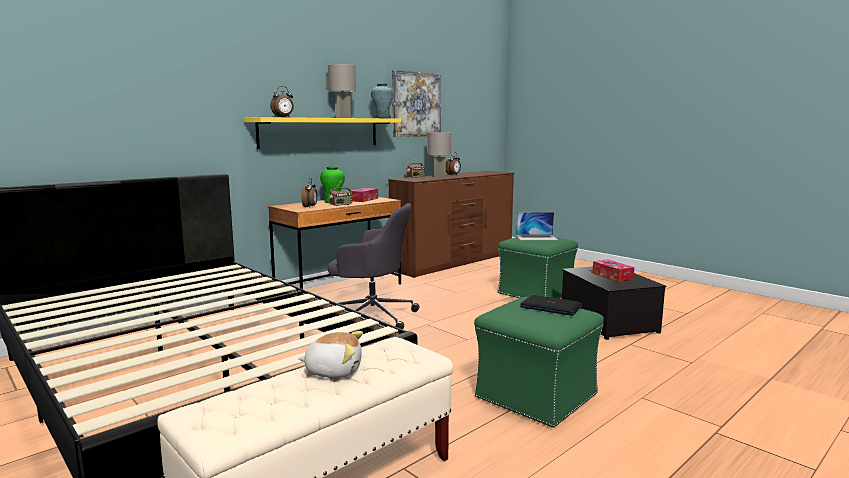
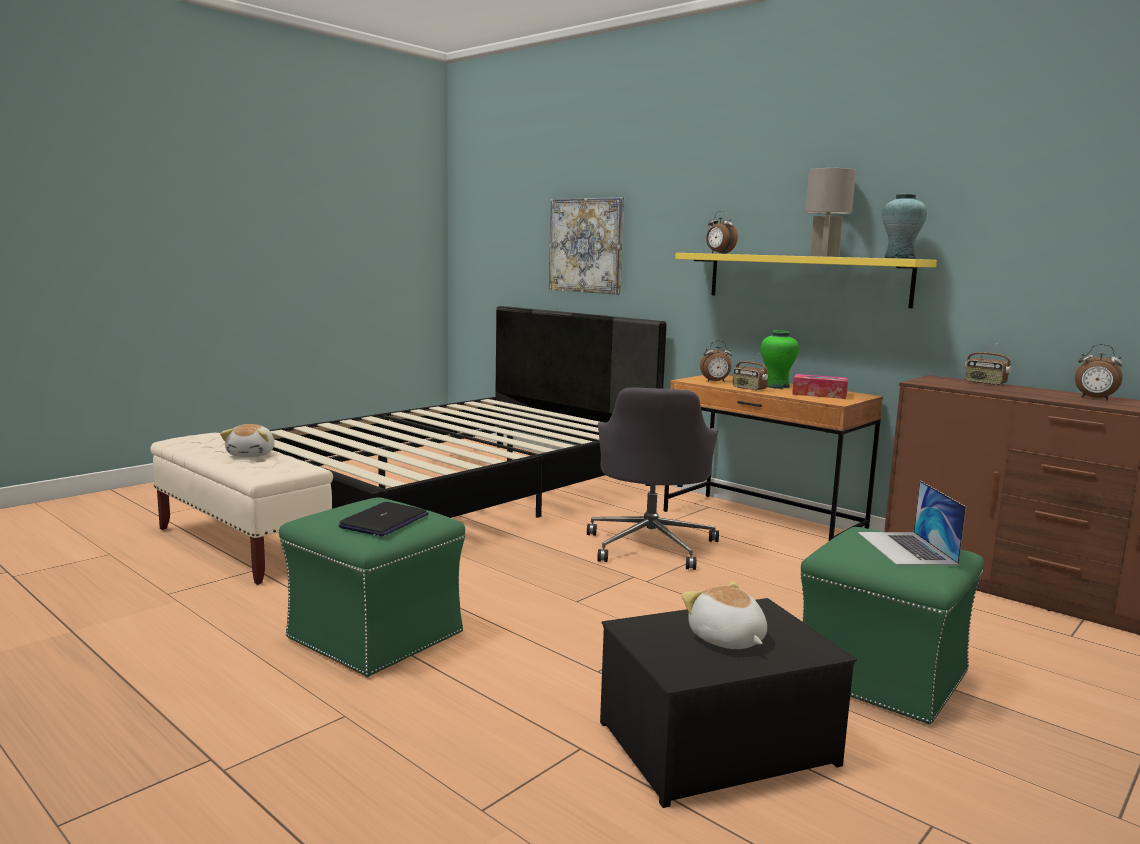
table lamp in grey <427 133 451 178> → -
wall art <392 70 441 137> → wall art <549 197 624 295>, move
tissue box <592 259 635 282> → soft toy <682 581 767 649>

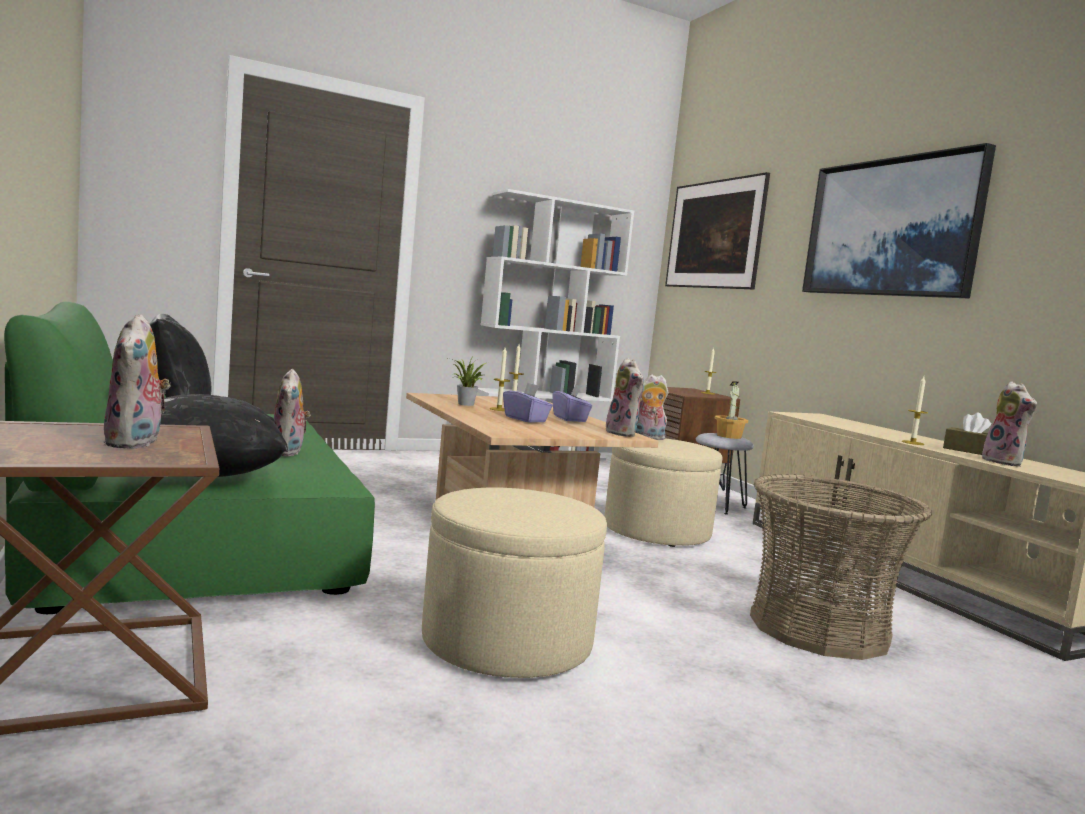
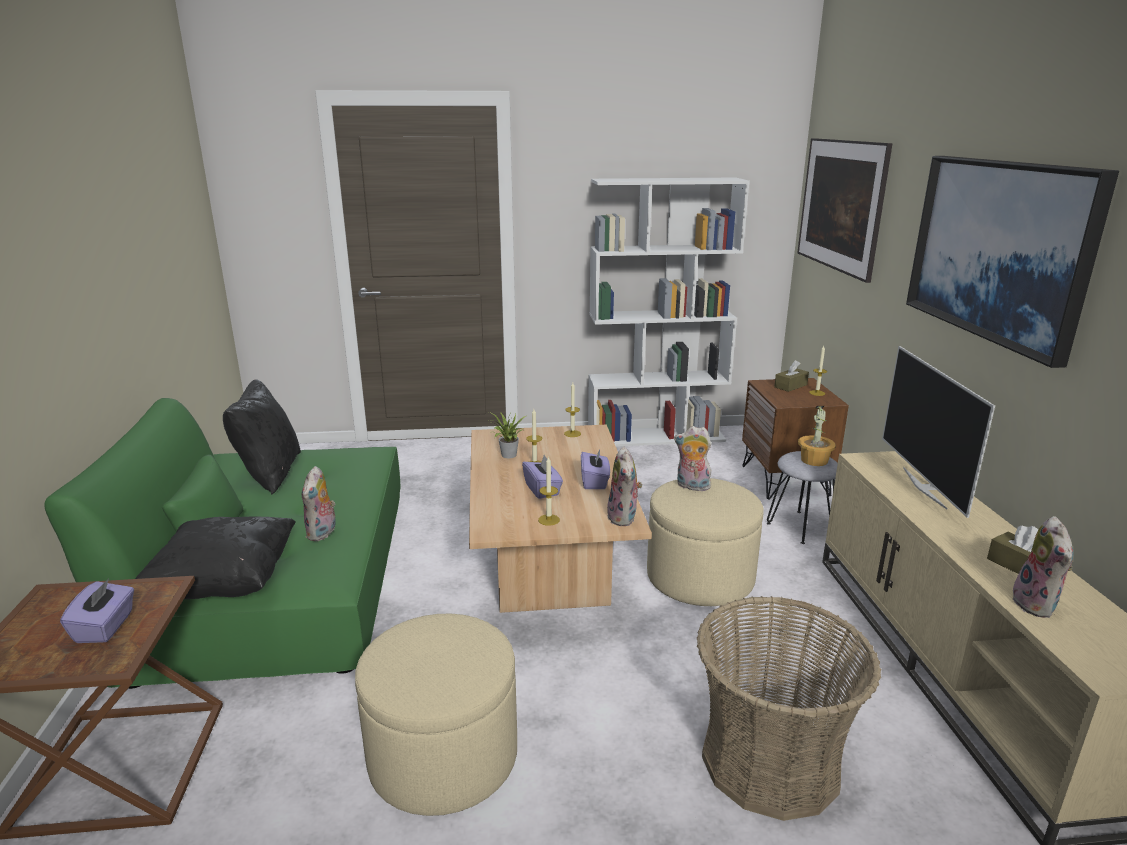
- → tissue box in brownish <774 360 809 392>
- → television <882 346 995 518>
wax light <902 376 928 445> → wax light <538 456 560 526>, move
soft toy <103 314 171 449> → tissue box in purple-coloured <60 578 134 643>

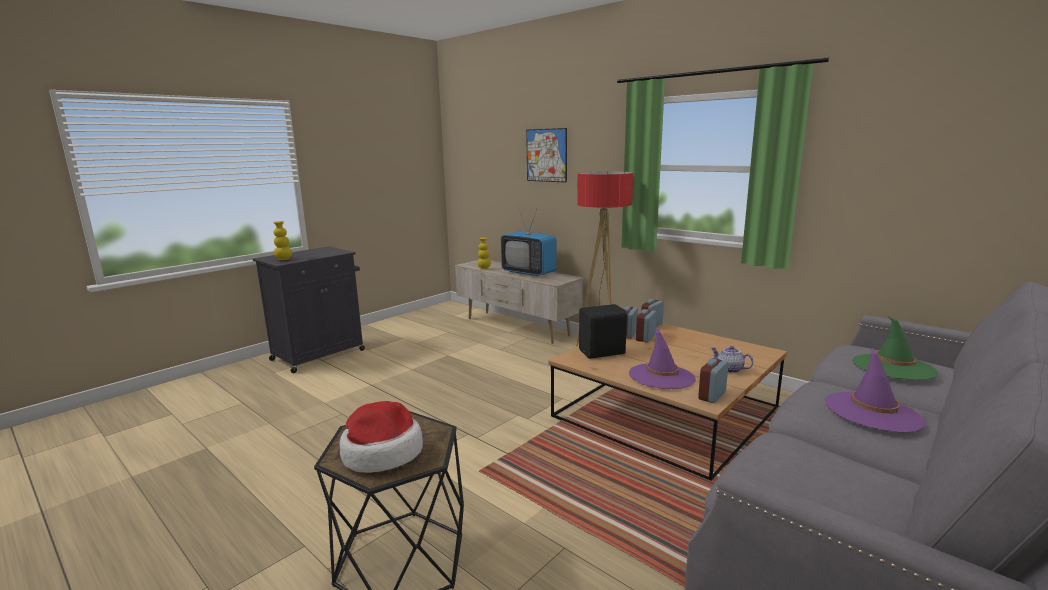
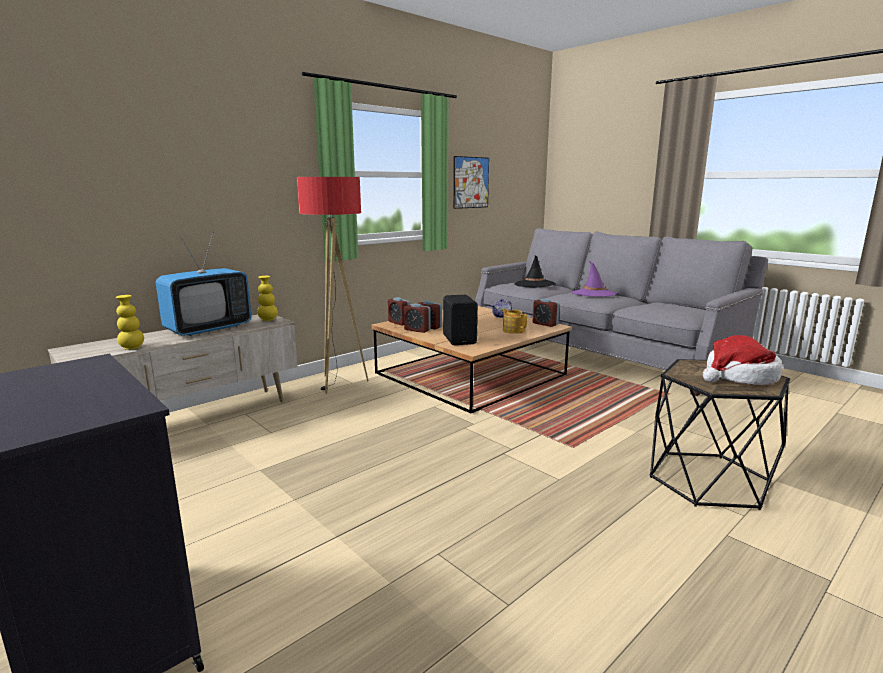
decorative vase in yellow <273 221 292 260> → decorative vase in yellow <257 276 278 321>, move
wall art <526 128 567 182> → wall art <453 156 489 209>, move
wearable hat in purple-coloured <629 328 696 389> → pot for tea <501 309 527 334>
wearable hat in green-coloured <852 316 938 380> → wearable hat in black-coloured <514 256 555 287>

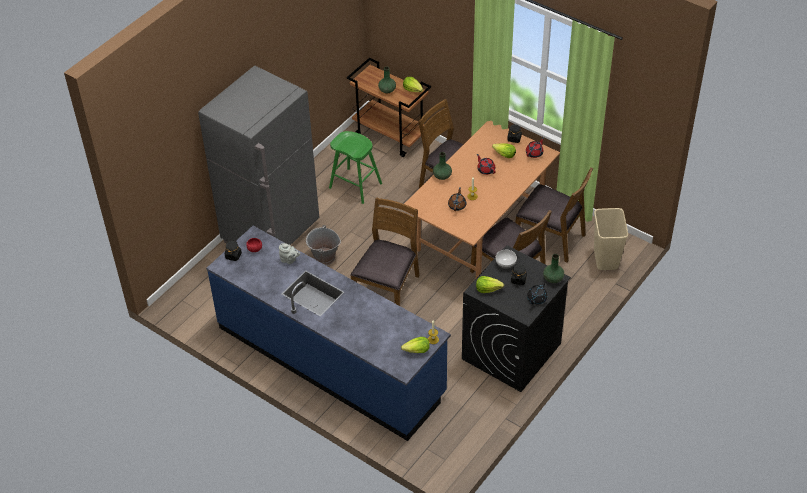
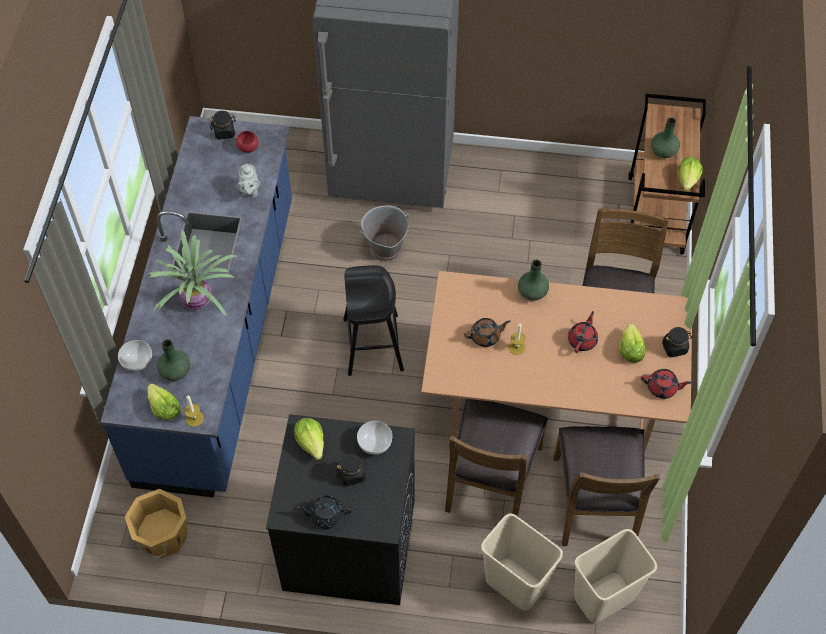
stool seat in green-coloured <329 131 382 204> → -
- → deep dish <118 340 152 372>
- → pail in orangey <125 489 187 559>
- → houseplant <148 230 236 317>
- → waste bin in sand-coloured <481 513 563 611>
decorative vase in green-coloured <543 254 564 283> → decorative vase in green-coloured <157 339 190 381>, move
plain chair in brownish <350 197 419 306> → stool seat in black-coloured <343 265 404 376>

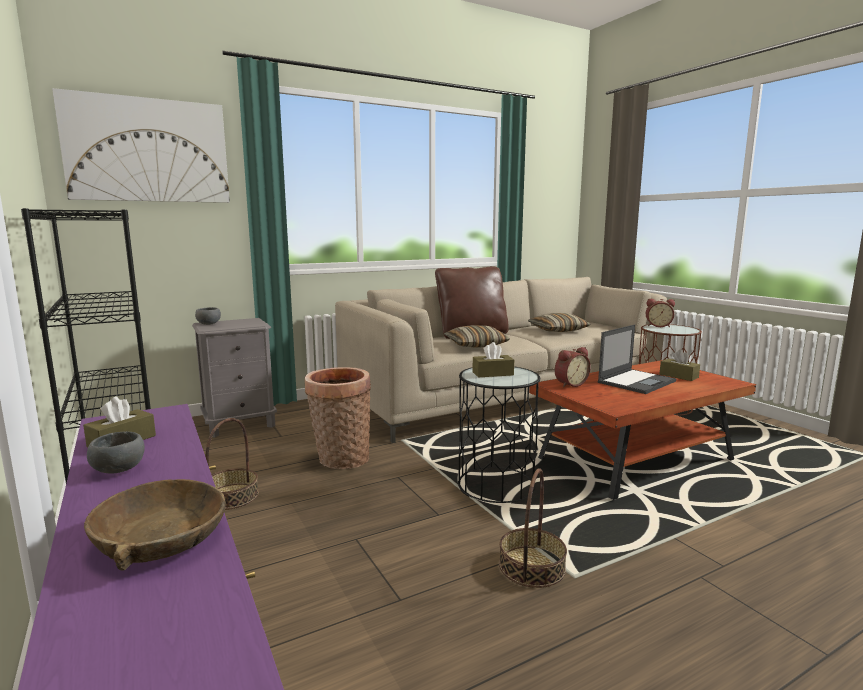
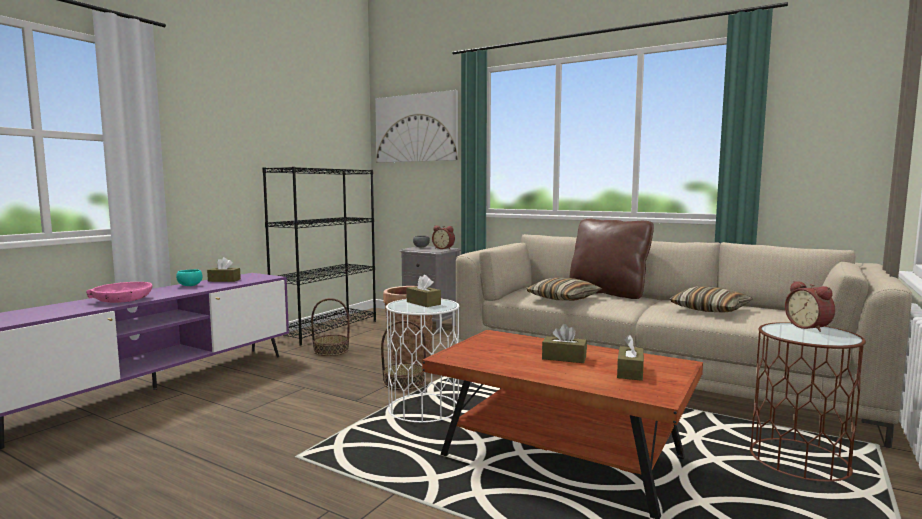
household basket <499 468 567 588> → household basket <381 320 426 390>, move
bedside clock <555 347 591 388> → bedside clock <432 225 455 249>, move
notebook computer <597 324 676 394> → tissue box in brownish <542 324 587 363>
deep dish in brownish <84 479 226 571> → deep dish in pink-coloured <86 282 153 303>
deep dish in grey <87 431 145 474> → deep dish in turquoise <176 269 203 286>
accent table in black-coloured <458 367 540 503> → accent table in whitish <386 299 459 422>

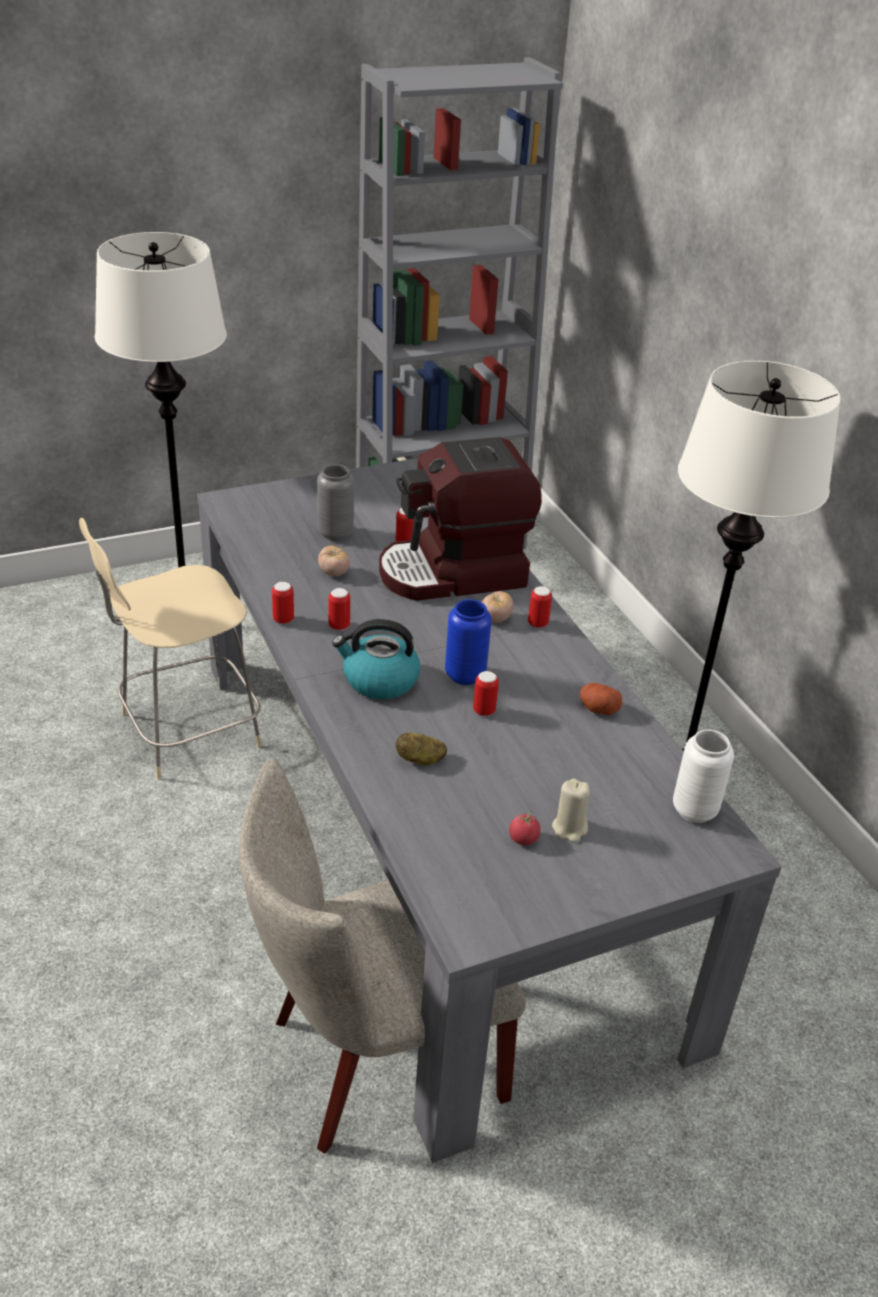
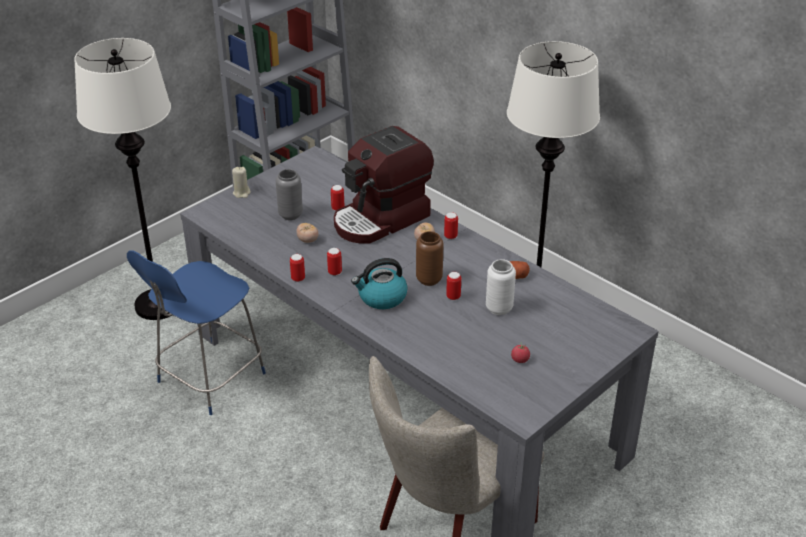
potato <396 733 447 765> → -
wax light in sand-coloured <552 779 590 843> → wax light in sand-coloured <232 167 251 198>, move
decorative vase in whitish <673 729 734 823> → decorative vase in whitish <486 259 516 315>, move
plain chair in sand-coloured <79 518 262 780> → plain chair in blue <127 250 266 415>
decorative vase in blue <445 599 492 685> → decorative vase in brownish <416 231 444 286>

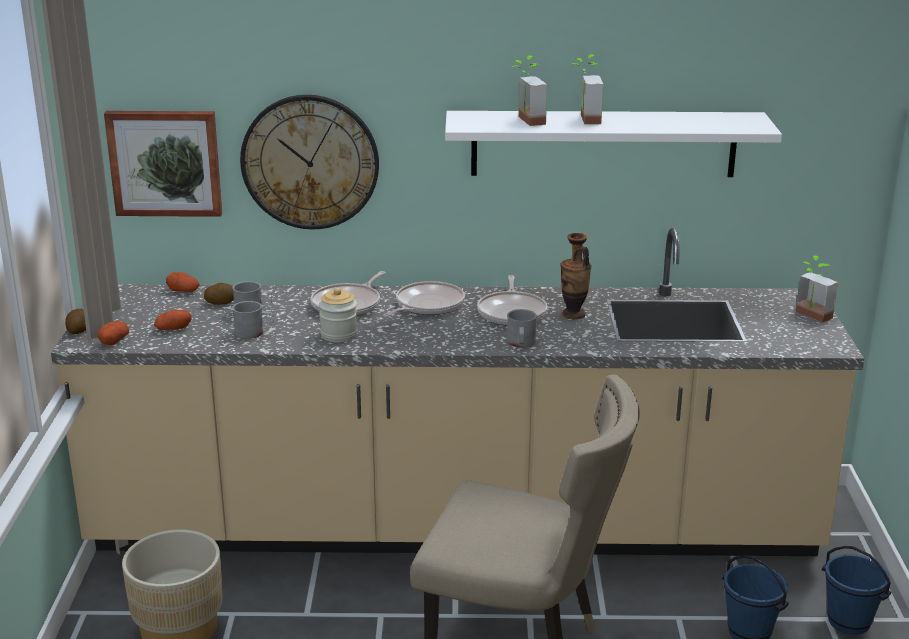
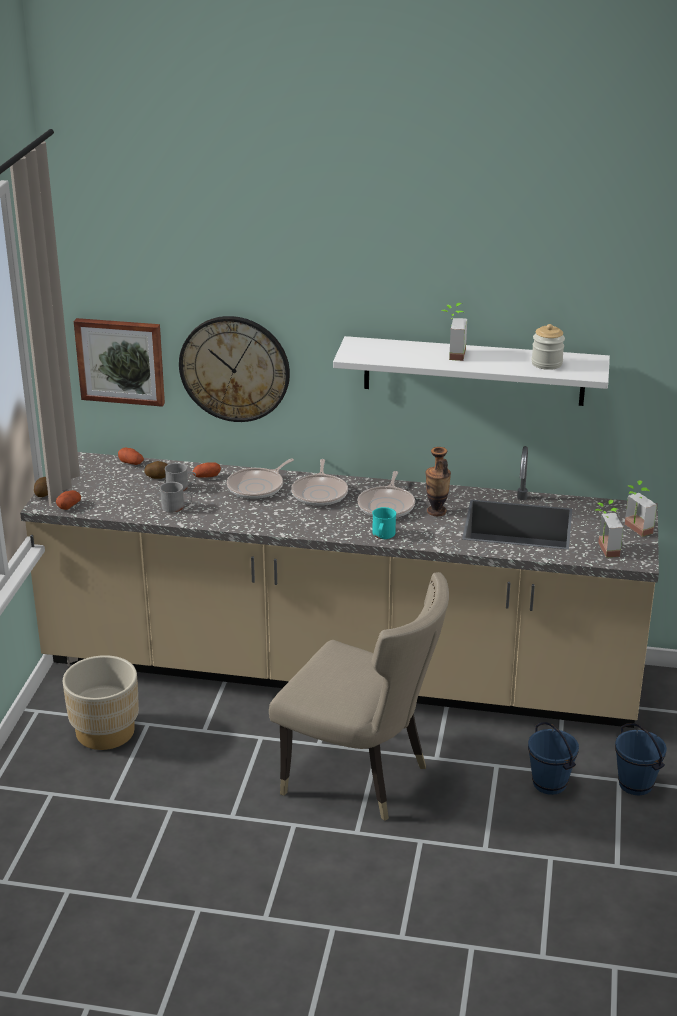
potato <154 310 191 330> → potato <192 462 221 478>, move
preserve jar <319 288 358 342> → preserve jar <531 324 565 370>, move
houseplant <512 55 547 126> → houseplant <594 500 623 557>, move
tea mug in grey <507 309 537 348> → tea mug in turquoise <372 507 396 539>
pan <384 281 465 317> → pan <291 459 348 506>, 135 degrees clockwise

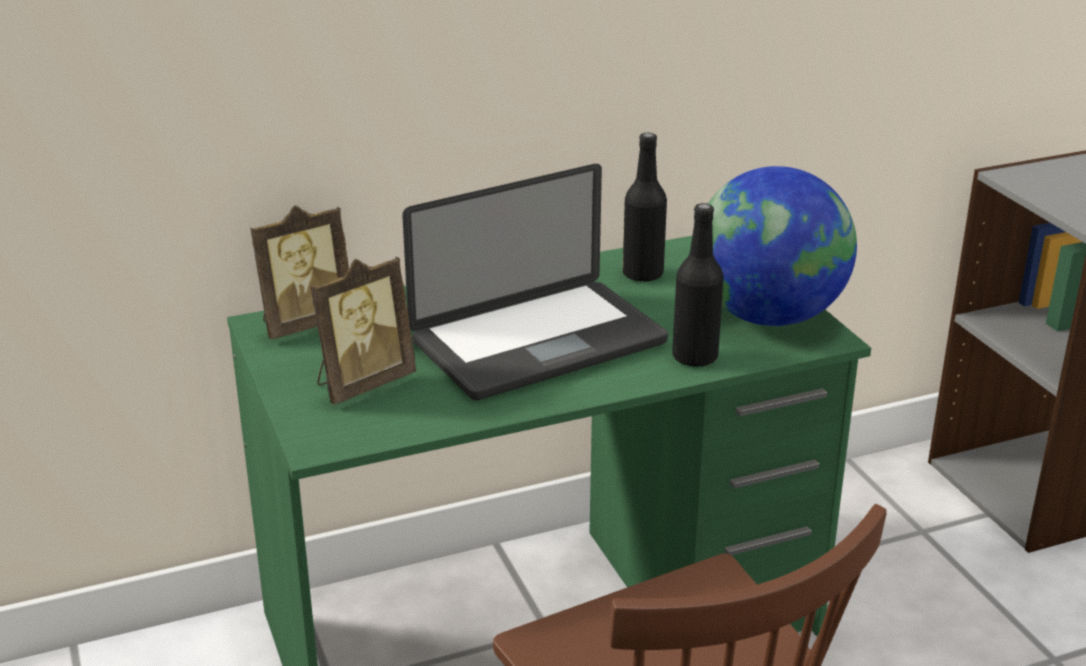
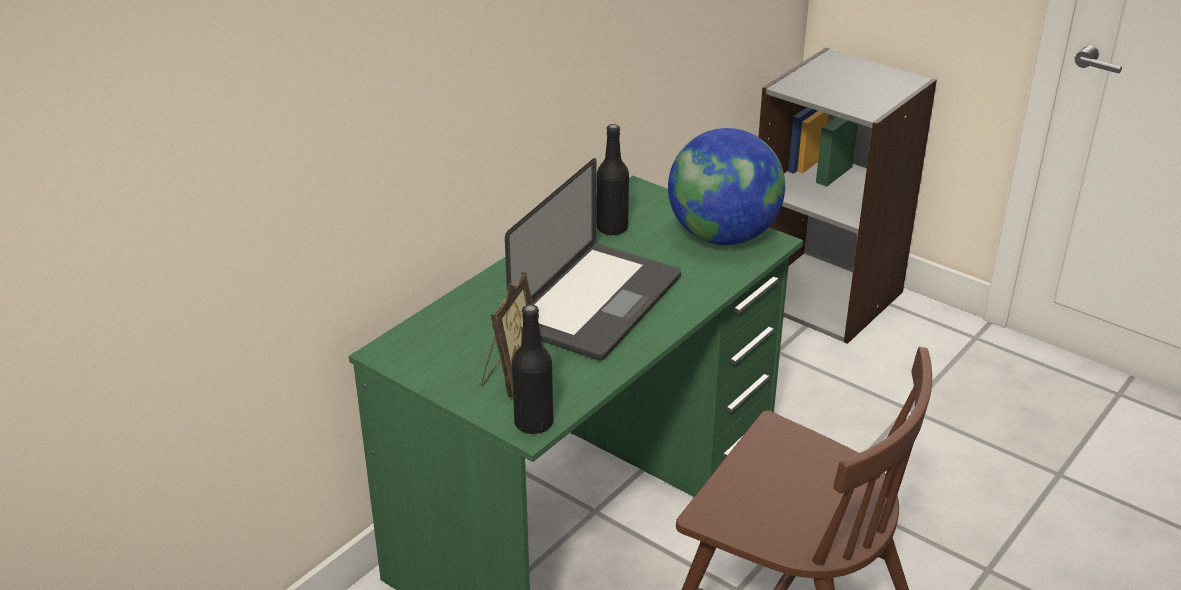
standing frame <250 205 349 339> → -
beverage bottle in black-coloured <672 203 724 367> → beverage bottle in black-coloured <512 304 553 434>, move

